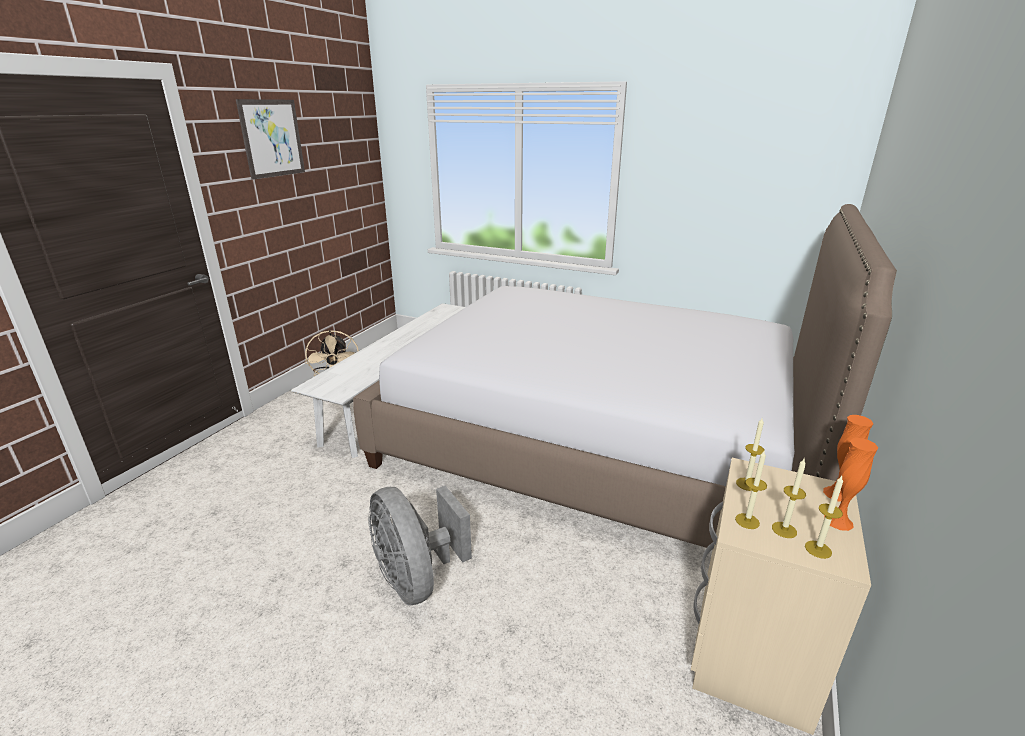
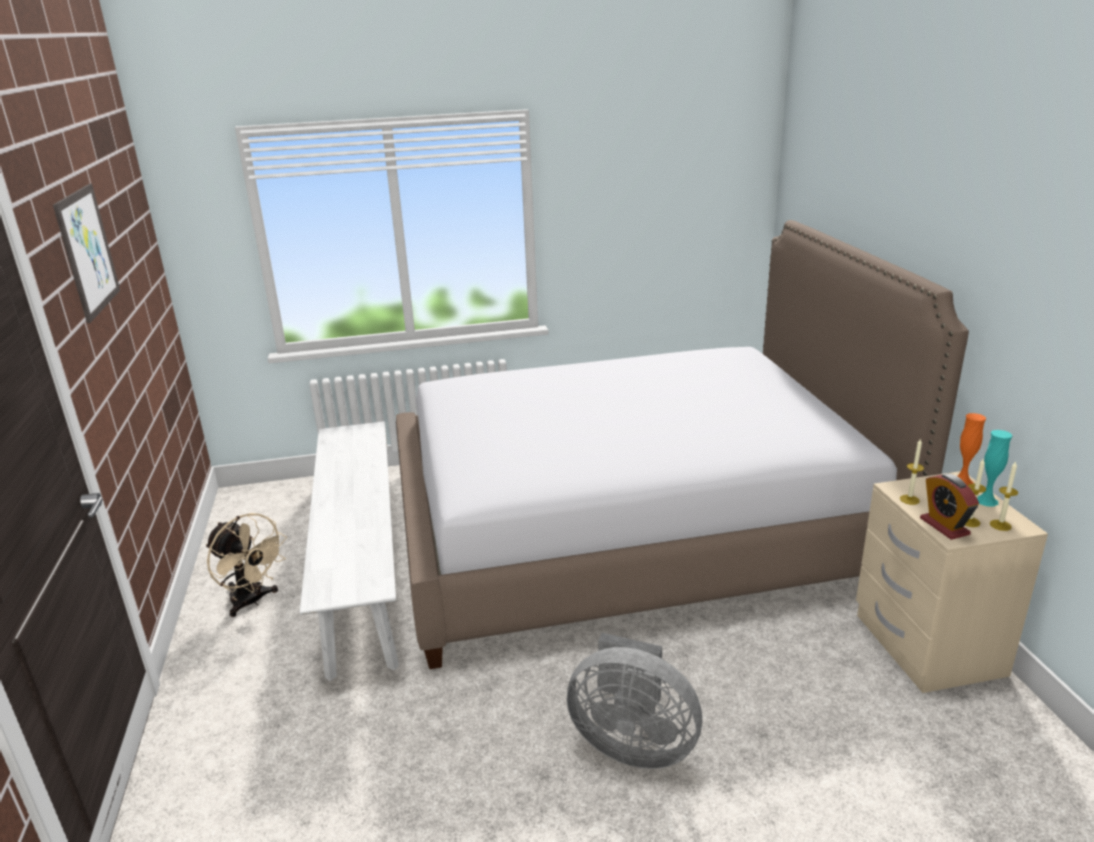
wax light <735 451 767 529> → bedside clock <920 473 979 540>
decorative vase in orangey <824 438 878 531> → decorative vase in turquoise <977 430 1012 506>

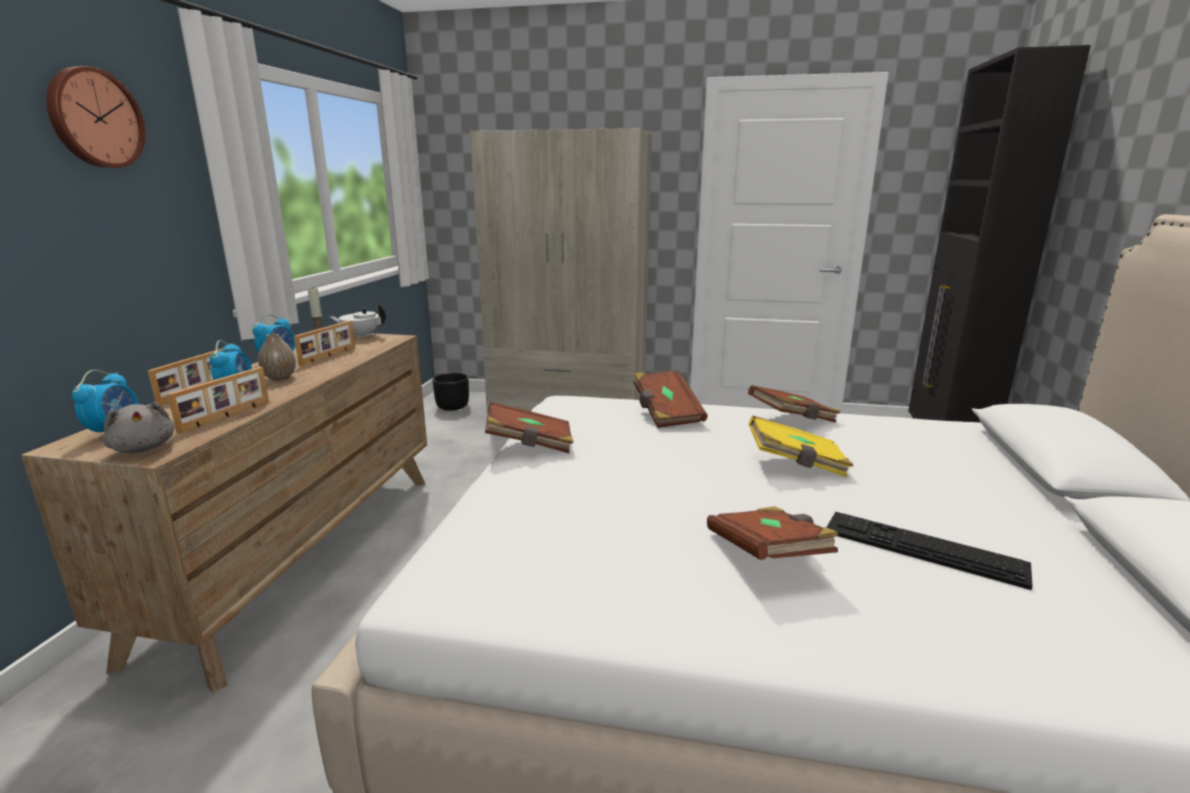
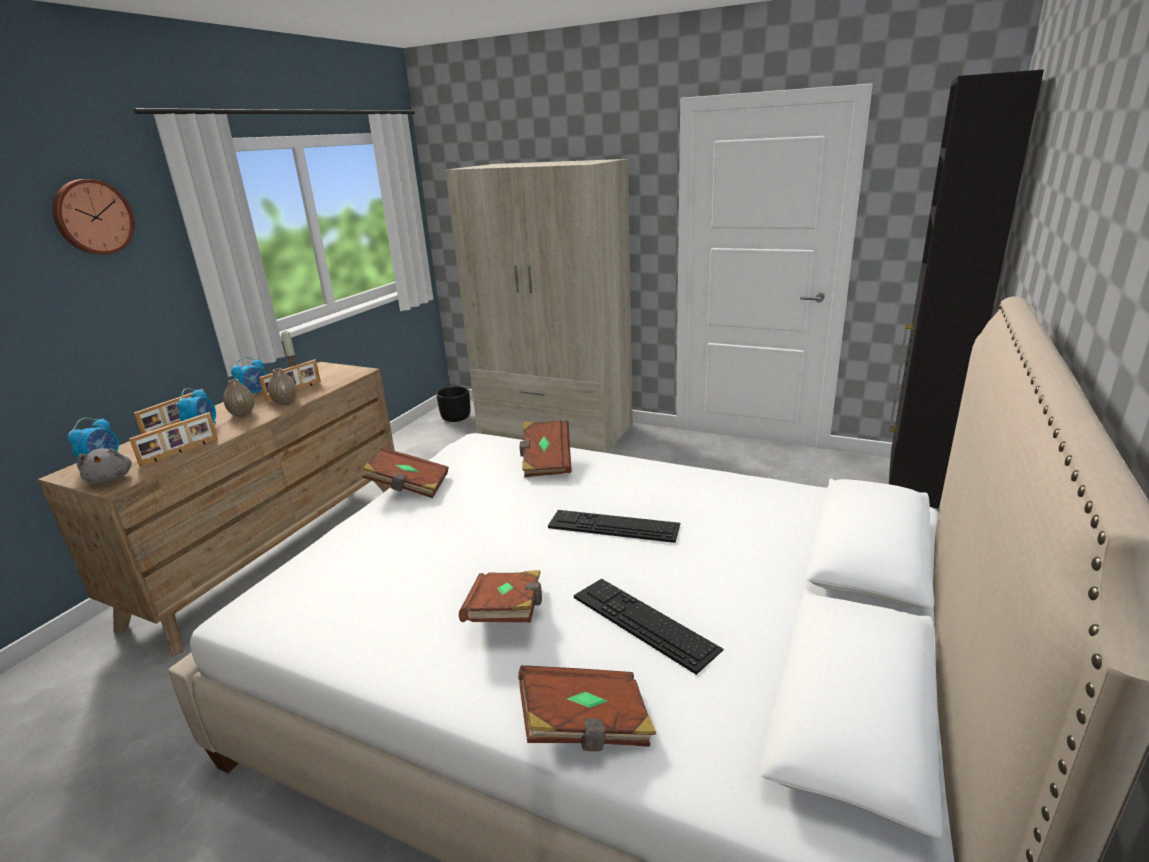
pot for tea in whitish <330 303 386 339> → -
- → decorative vase <268 368 297 405>
volume in brownish <748 385 841 422> → volume in brownish <518 665 656 751>, move
volume in yellow <749 416 853 477> → PC keyboard <548 510 680 543>

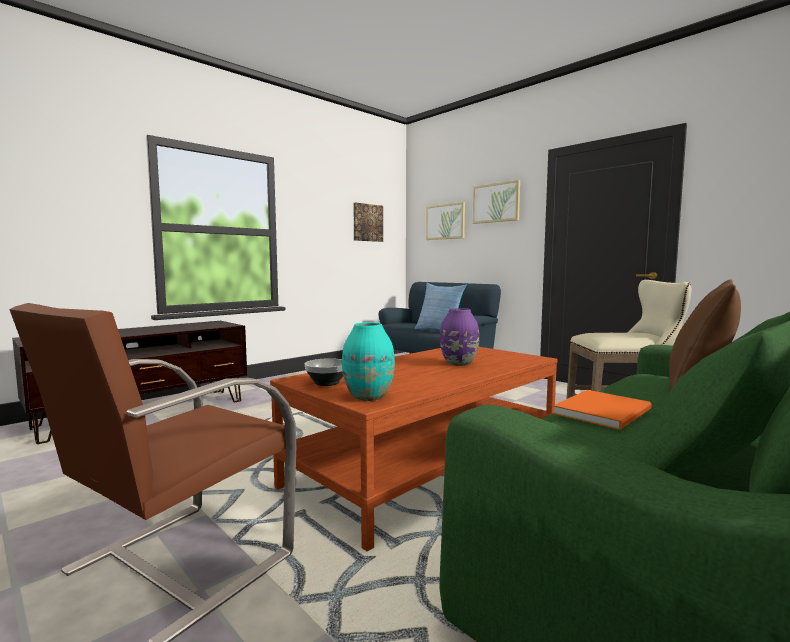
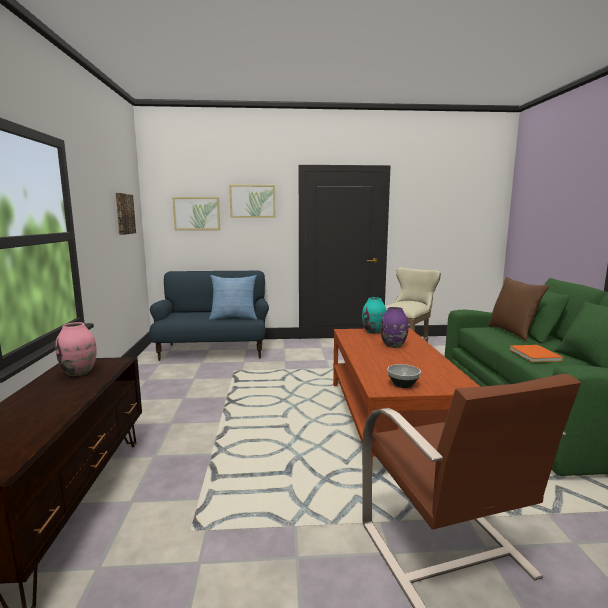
- → decorative vase in pink-coloured <56 322 97 376>
decorative vase in turquoise <342 322 395 401> → decorative vase in turquoise <362 297 387 334>, move

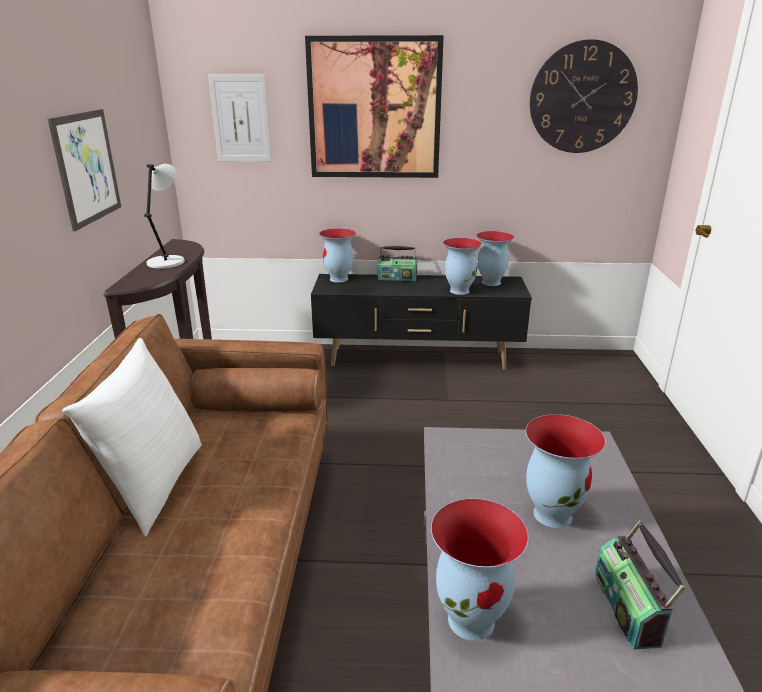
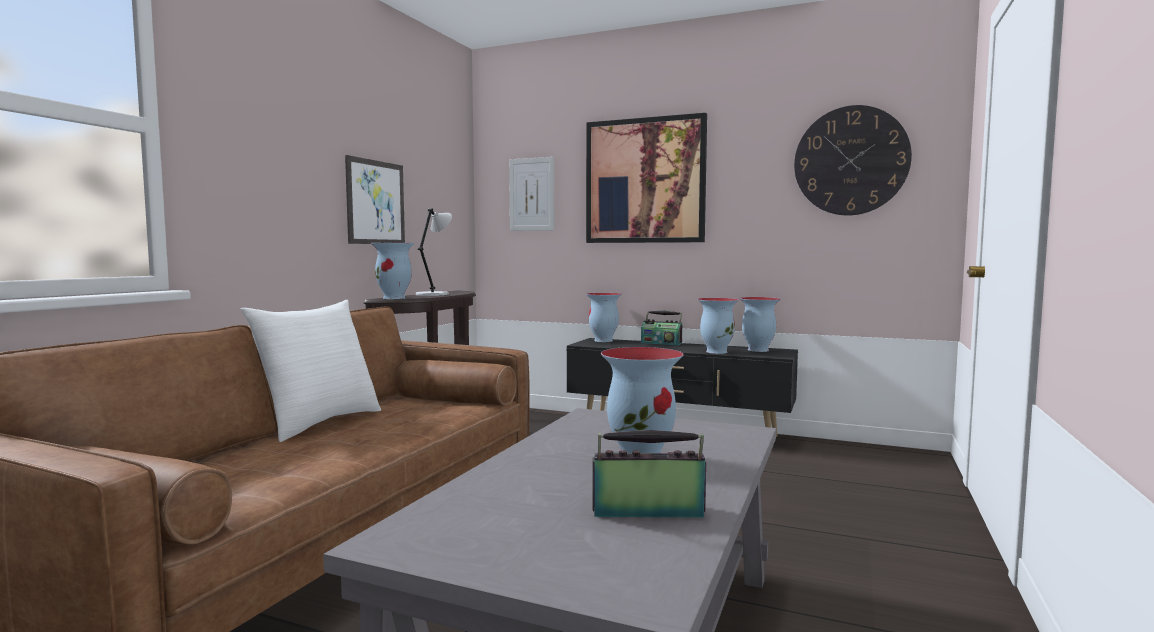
decorative vase <431 499 529 641> → decorative vase <371 243 414 299>, move
radio receiver <595 520 686 650> → radio receiver <592 430 706 517>, 75 degrees clockwise

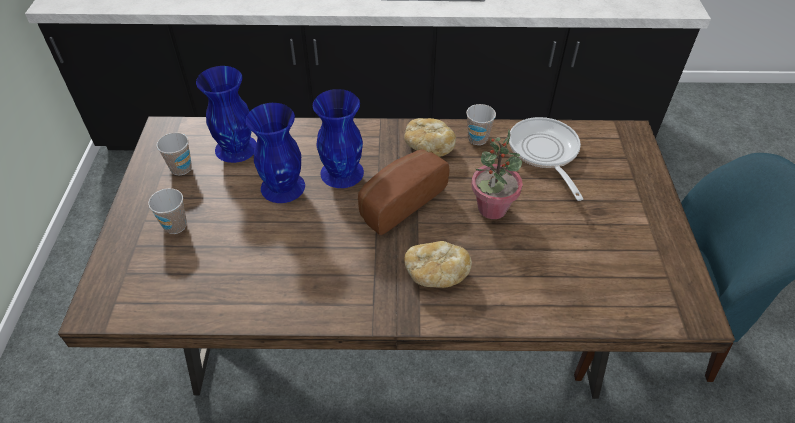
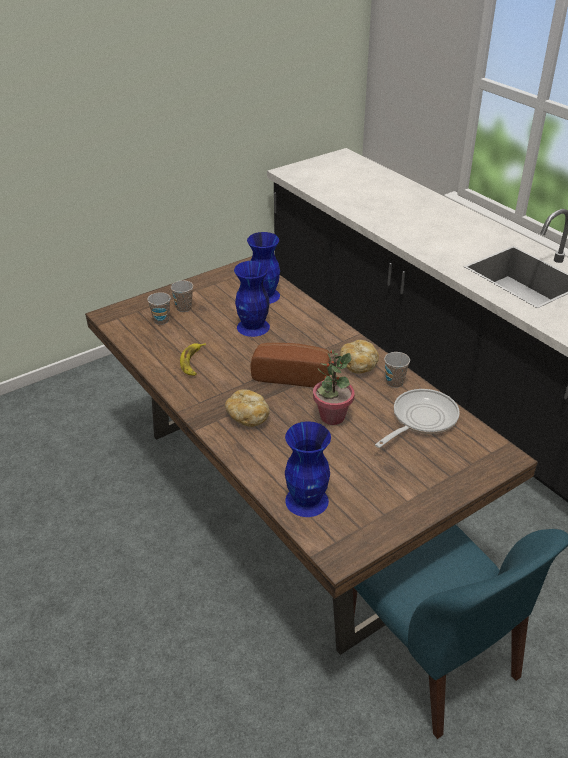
- → banana <180 343 206 376>
drinking cup <156 133 192 175> → drinking cup <147 292 171 325>, move
decorative vase in blue <313 89 364 188> → decorative vase in blue <285 421 331 517>, move

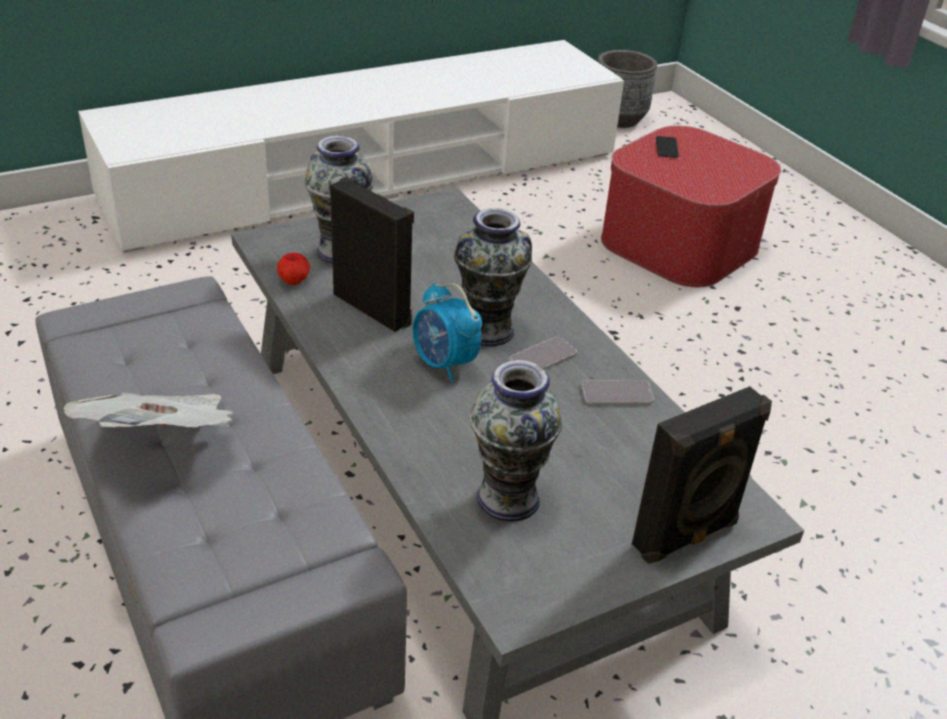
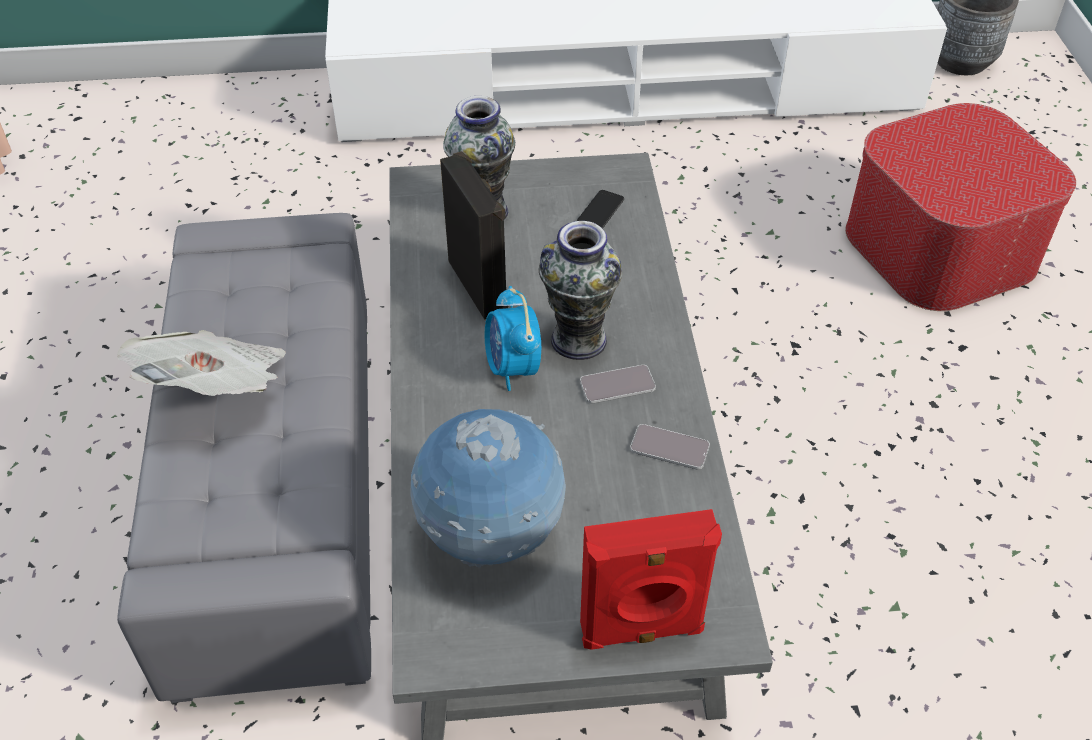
whole apple <277 253 310 285> → -
telephone <656 136 679 158> → telephone <577 190 624 229>, move
decorative vase <470 360 562 521> → desk globe <410 409 566 568>
audio speaker in black-coloured <632 386 772 564> → audio speaker in reddish <580 509 722 650>

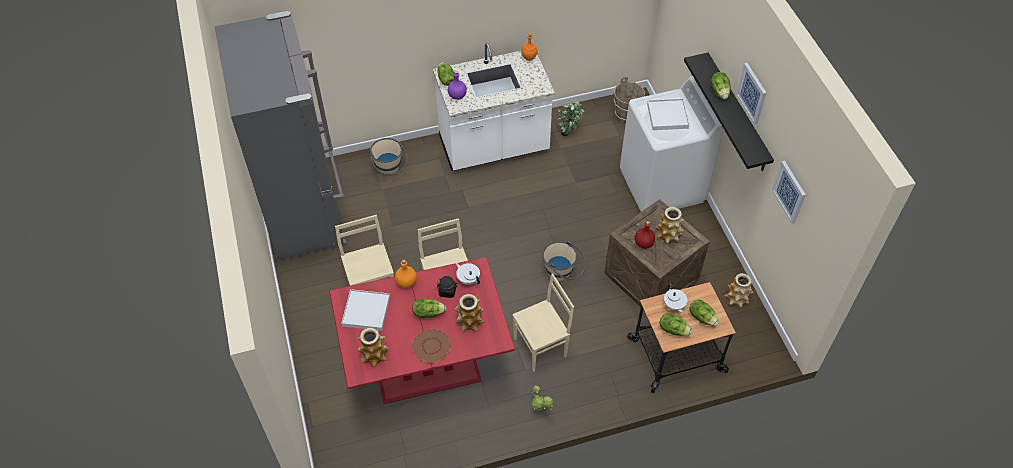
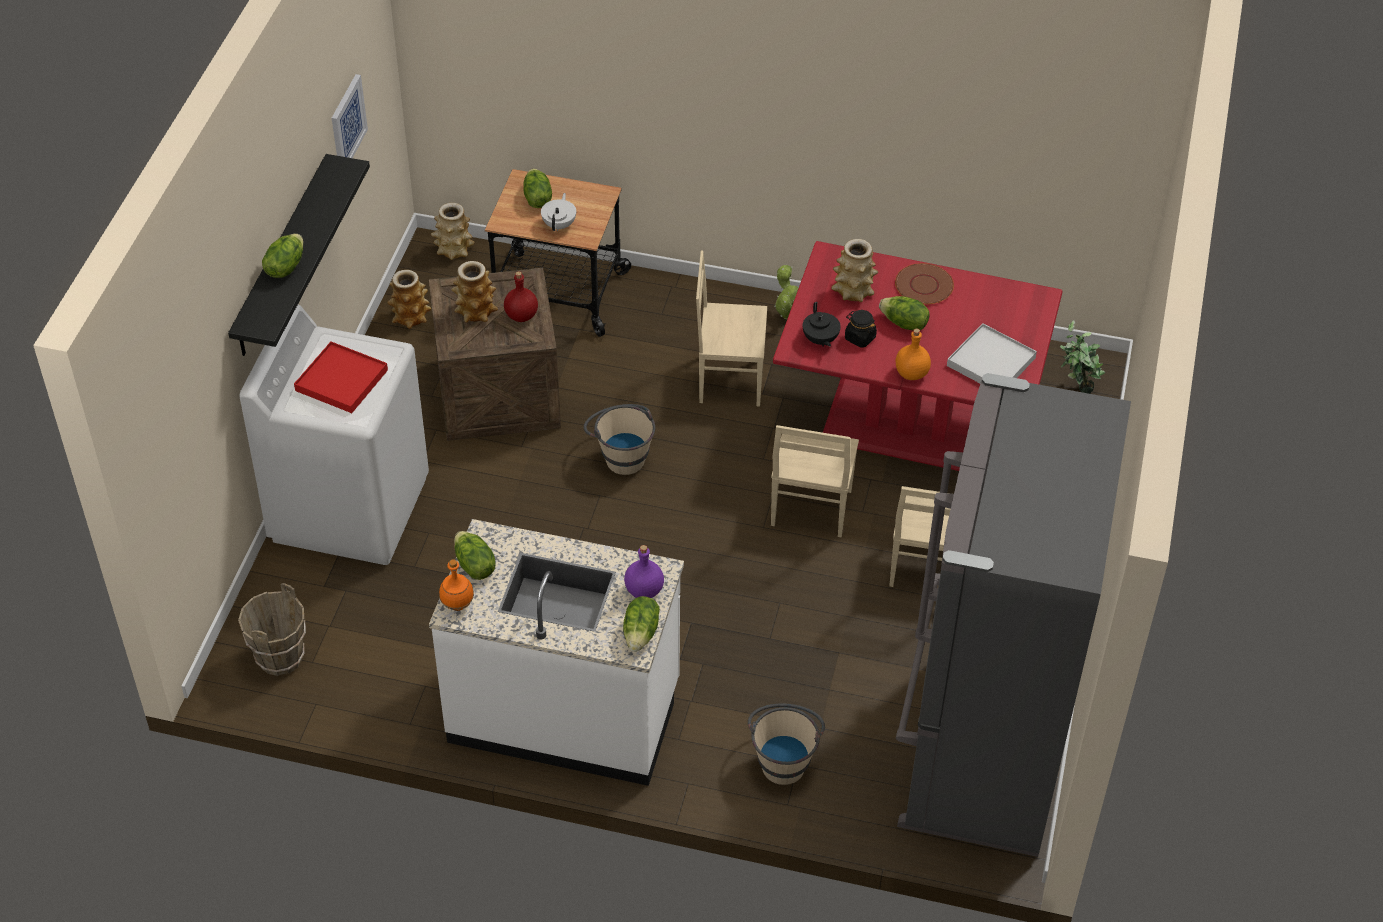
wall art <736 63 766 125> → -
decorative vase <357 328 389 367> → decorative vase <431 203 475 260>, move
houseplant <557 101 584 136> → houseplant <1060 320 1105 394>, move
lettuce <660 313 692 336> → lettuce <454 531 496 580>, move
pot for tea in whitish <455 262 480 285> → pot for tea in black-coloured <803 302 841 347>
serving tray in whitish <647 99 689 130> → serving tray in reddish <294 342 388 413>

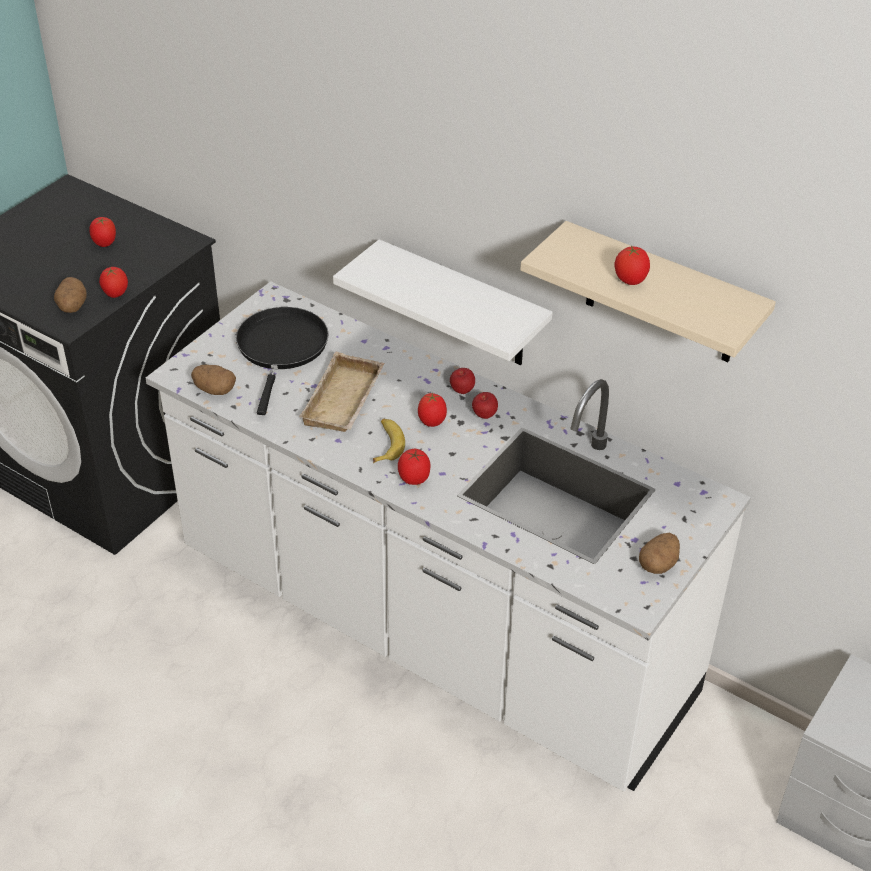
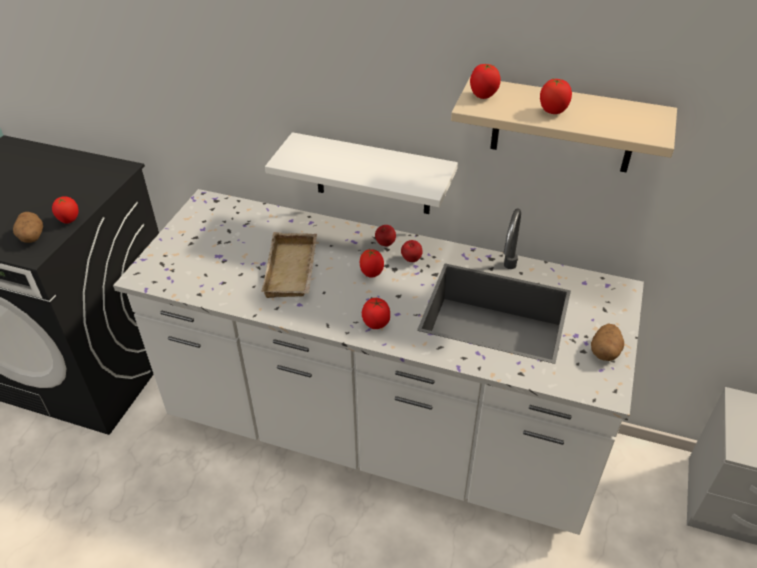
potato <191 365 236 395> → -
pan in black-coloured <236 307 329 415> → -
banana <373 419 405 463> → -
fresh tomato <90 217 116 247> → fresh tomato <470 64 501 99>, move

